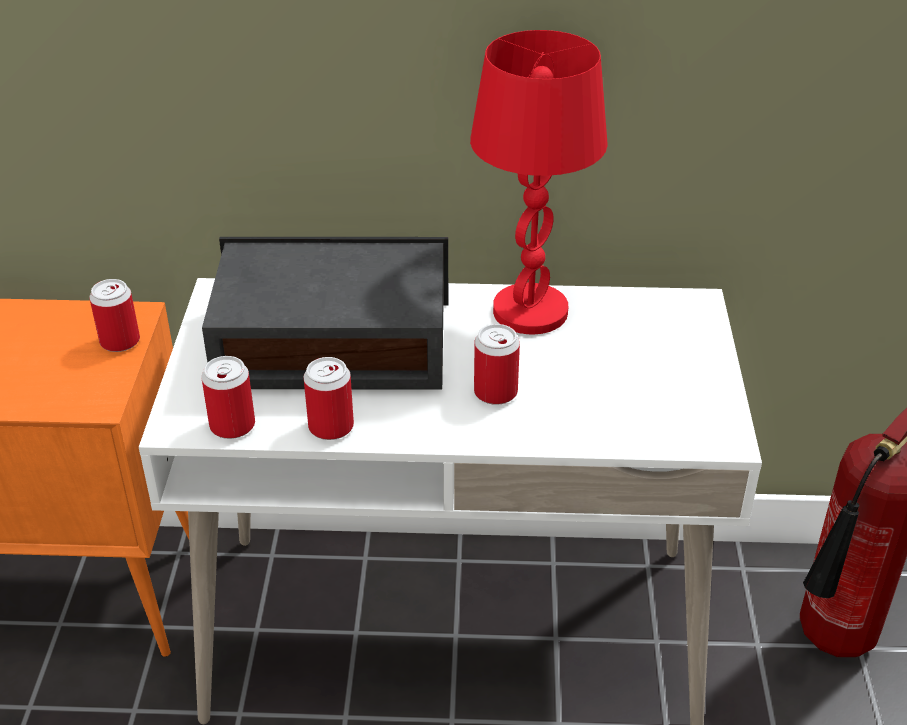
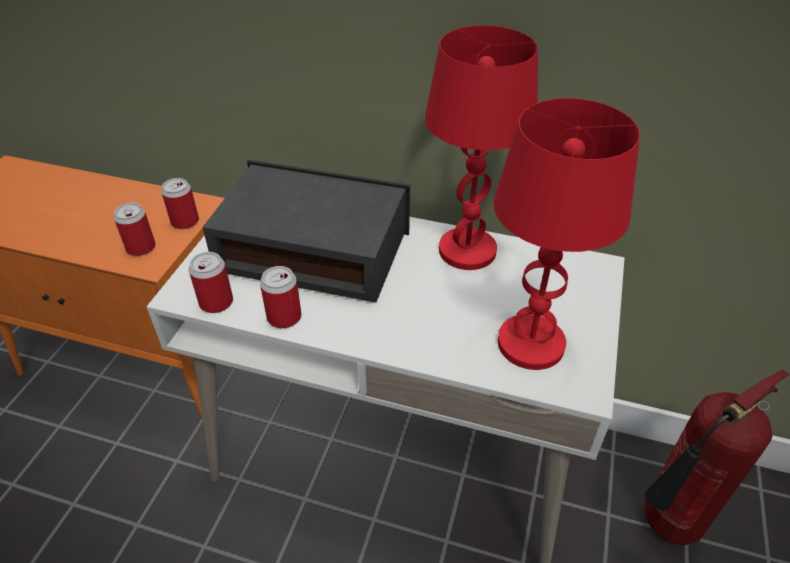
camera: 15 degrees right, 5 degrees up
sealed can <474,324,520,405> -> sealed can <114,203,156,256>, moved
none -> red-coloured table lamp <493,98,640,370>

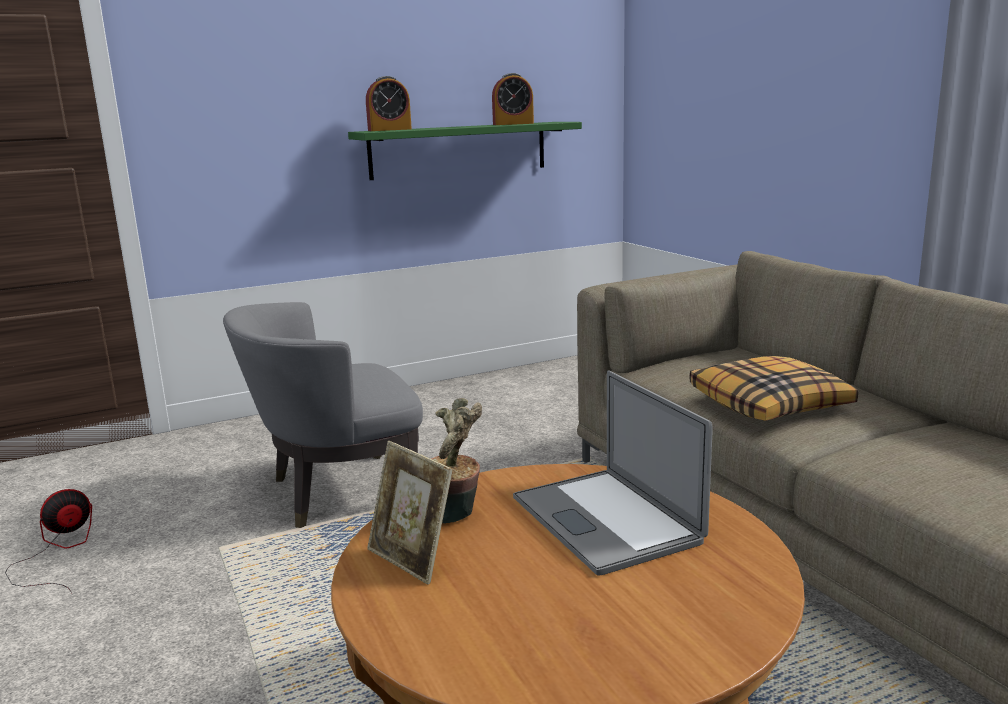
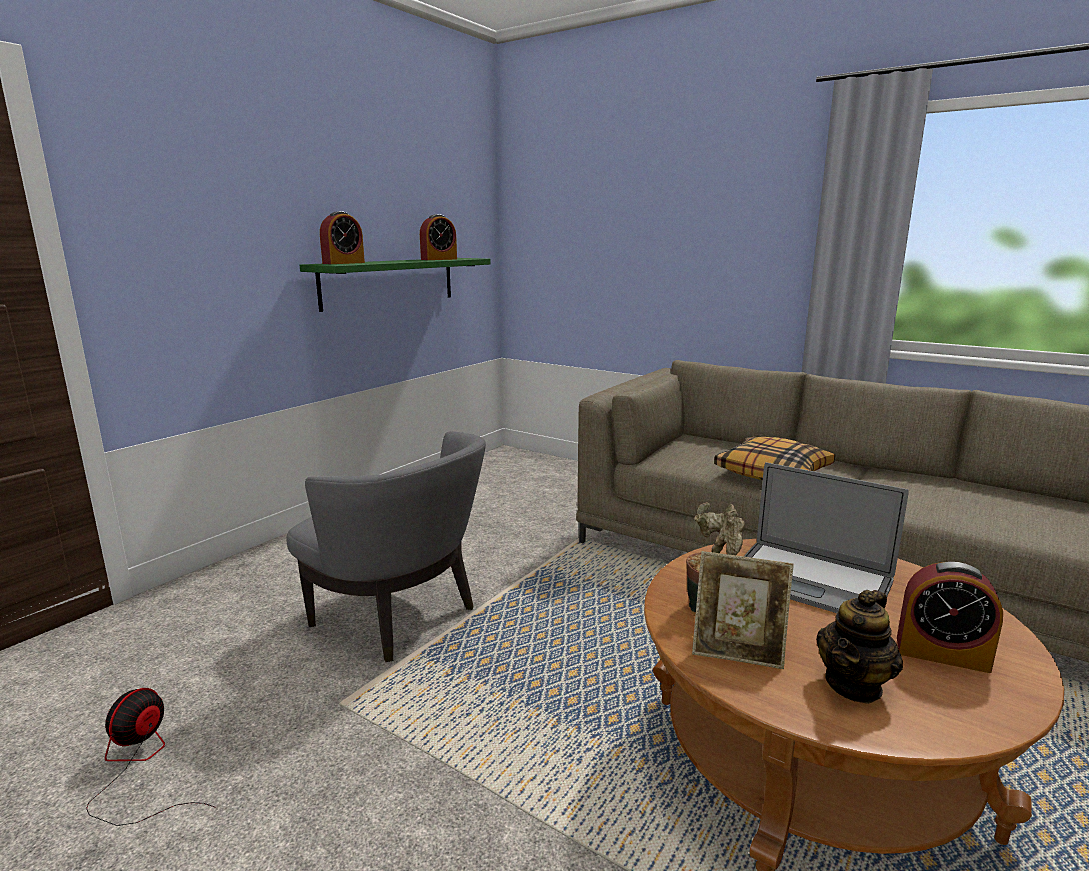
camera: 30 degrees left, 0 degrees up
gray armchair <223,302,423,528> -> gray armchair <286,431,486,662>, 90 degrees counterclockwise
none -> pot for tea <816,590,903,704>
none -> alarm clock <897,562,1003,673>

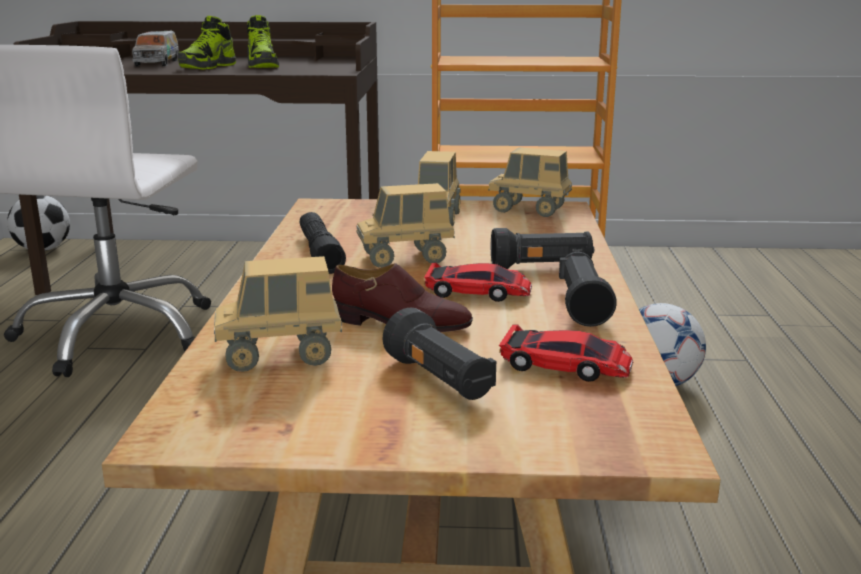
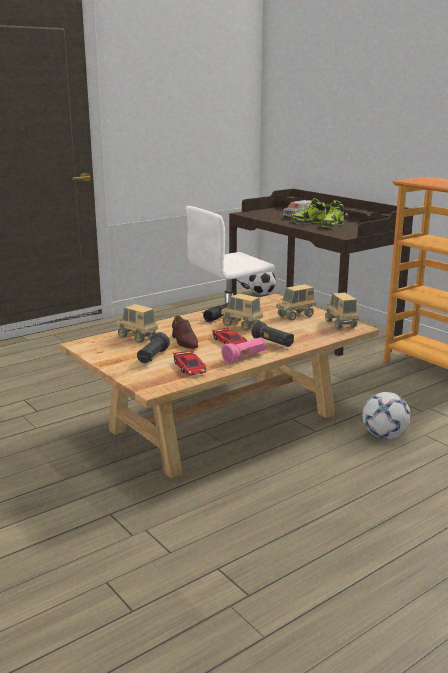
camera: 50 degrees right, 0 degrees up
black torch <559,252,617,327> -> pinkish torch <221,337,267,364>

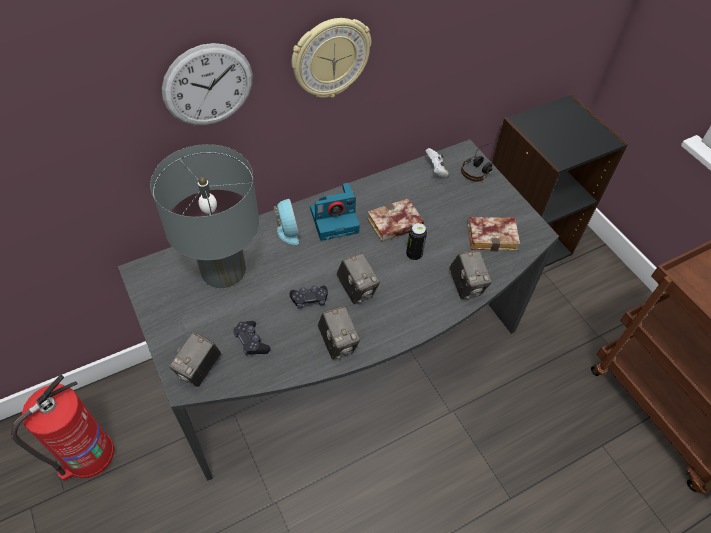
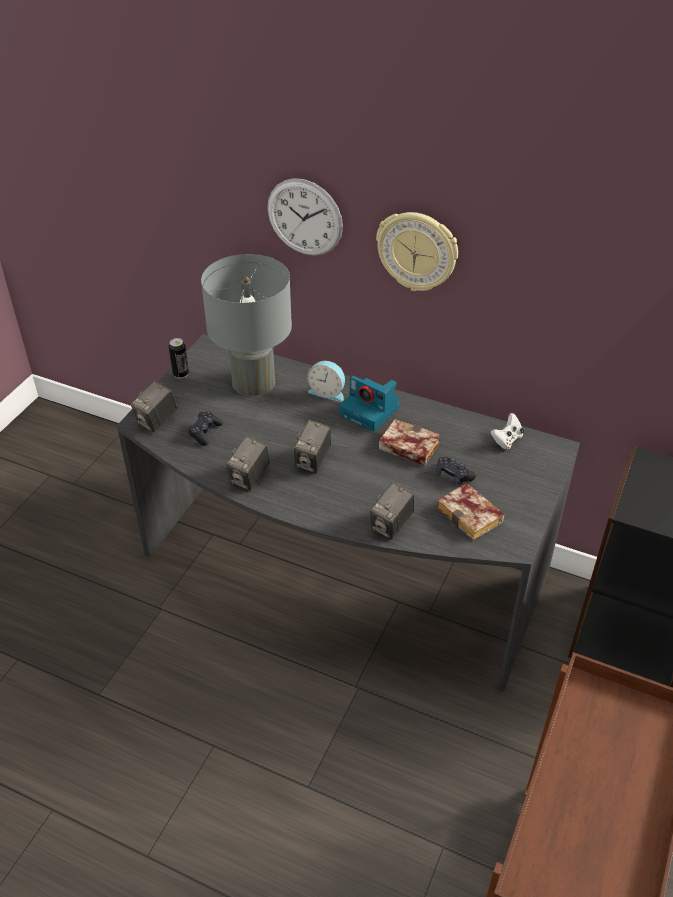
camera: 55 degrees right, 10 degrees down
fire extinguisher <11,374,114,481> -> none
still camera <169,332,221,387> -> still camera <131,381,177,432>, 45 degrees counterclockwise
alarm clock <274,199,299,245> -> alarm clock <307,361,345,402>, 75 degrees clockwise
black game controller <290,286,328,309> -> black game controller <436,457,476,484>, moved
sealed can <406,223,427,260> -> sealed can <169,338,189,379>, moved
headset <461,143,492,182> -> none

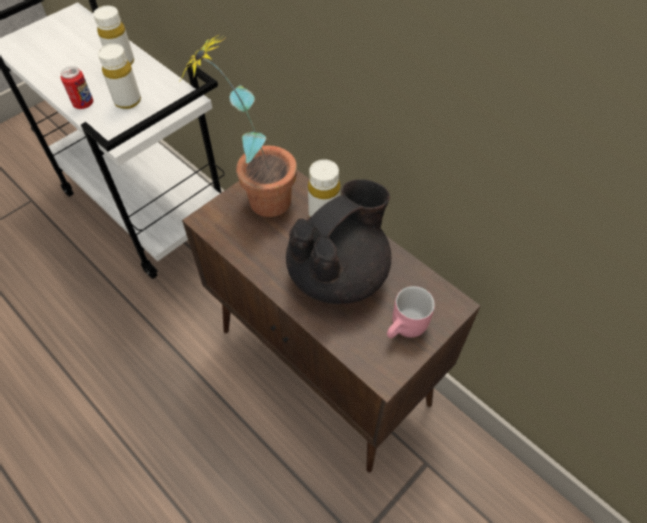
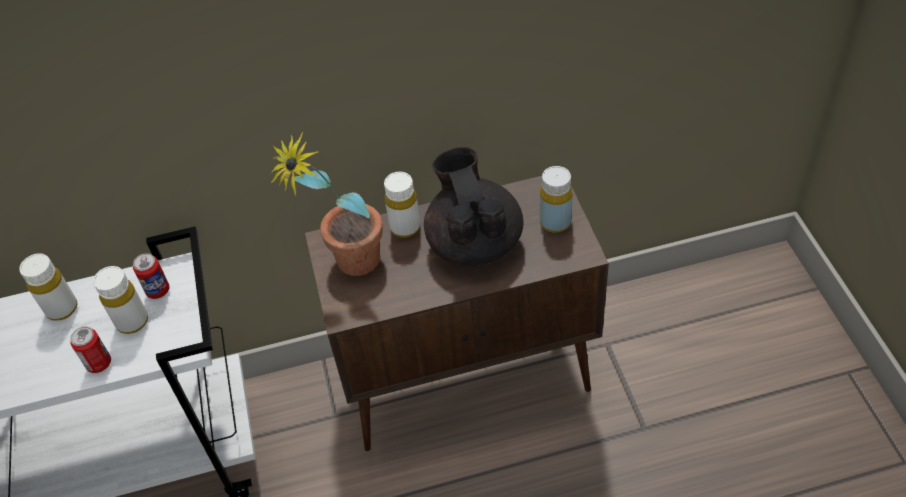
camera: 55 degrees left, 5 degrees down
pinkish tea mug <387,286,435,338> -> yellow-coloured drink bottle <540,166,573,233>
none -> sealed can <133,253,170,299>

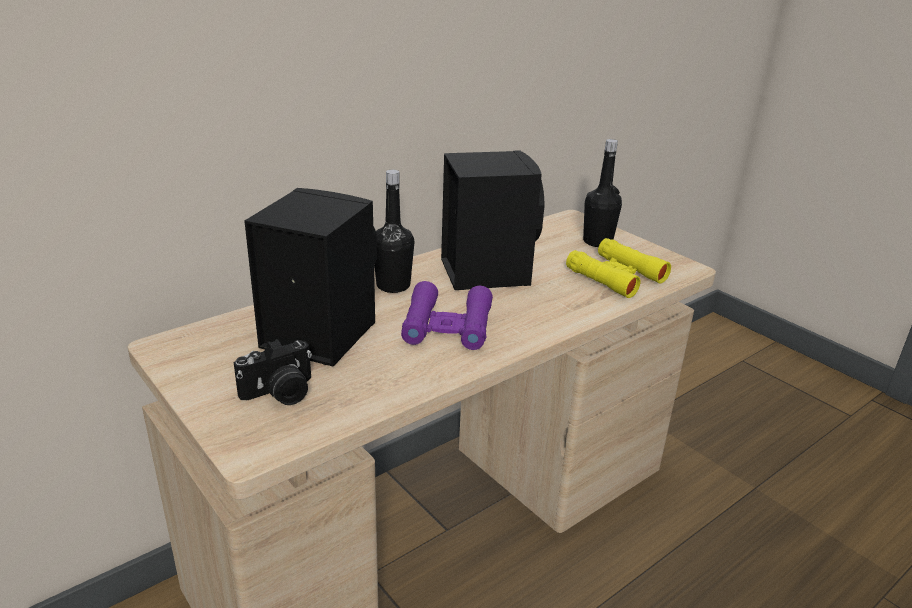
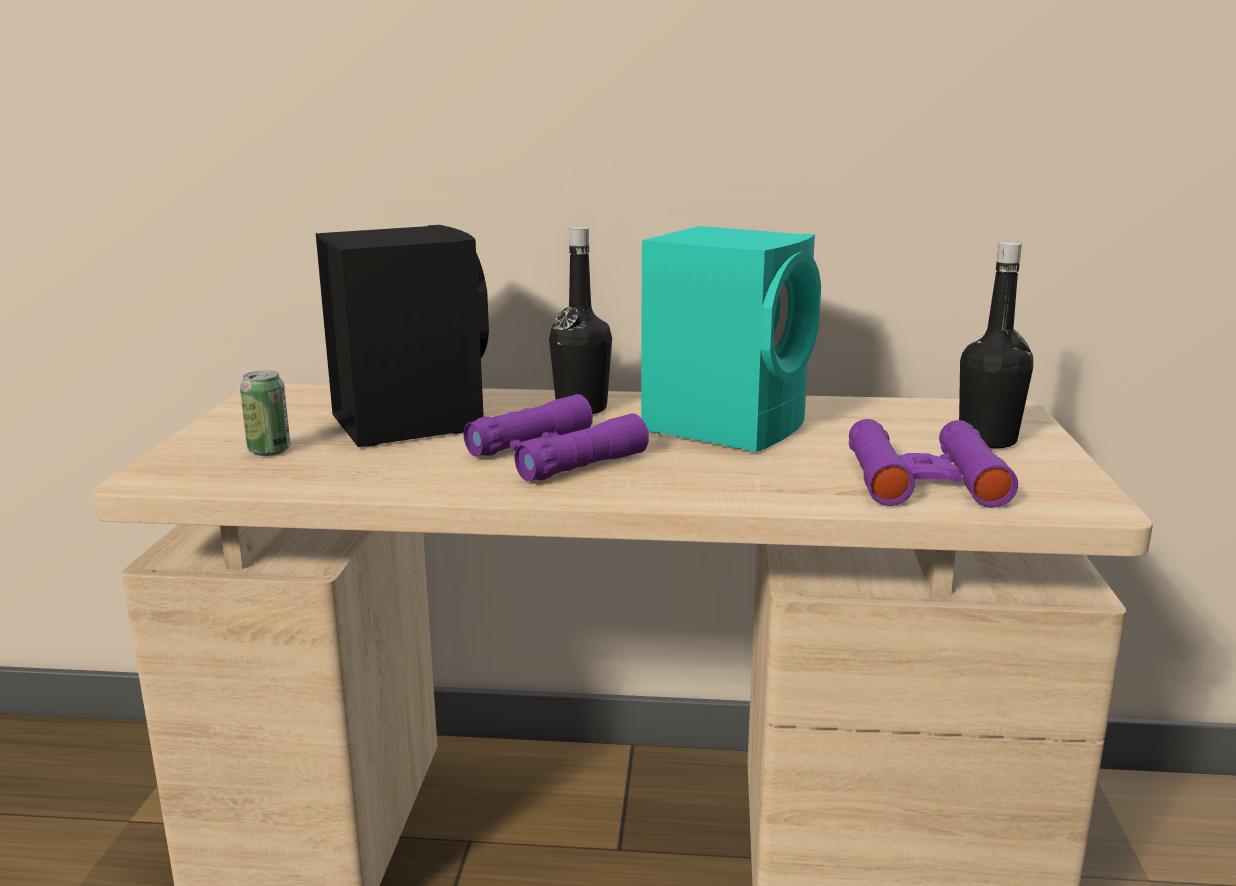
camera: 45 degrees right, 10 degrees down
still camera <234,339,312,405> -> sealed can <240,370,291,456>
black speaker <441,150,545,290> -> turquoise speaker <641,226,821,452>
yellow-coloured field glasses <566,238,671,298> -> purplish field glasses <849,419,1018,508>

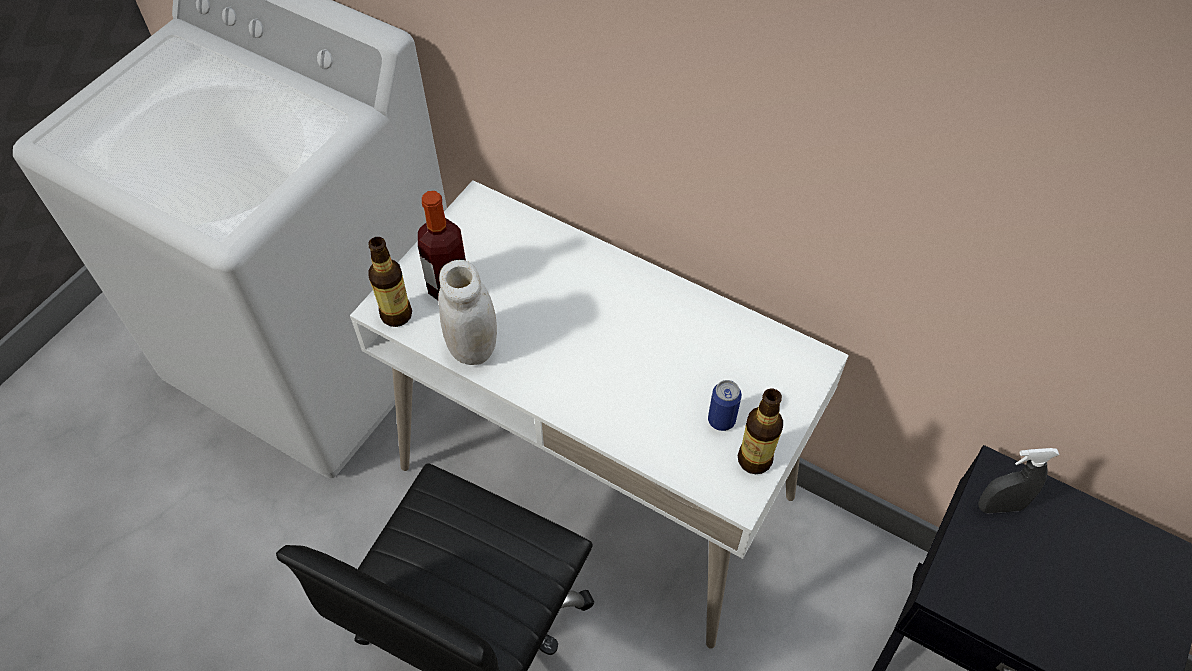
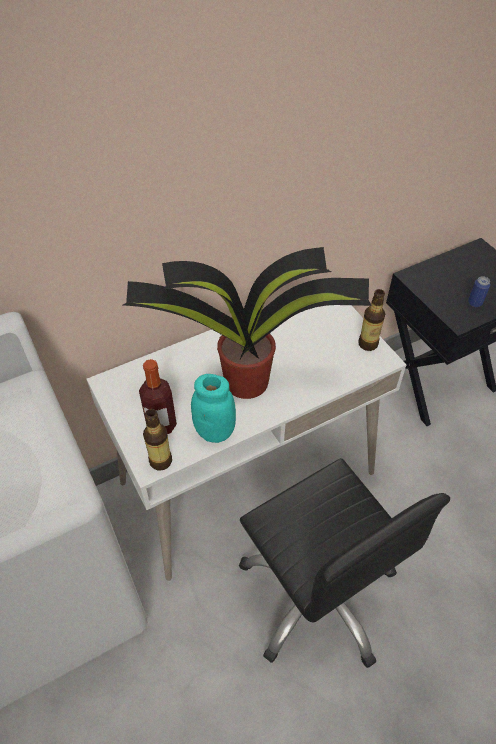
camera: 60 degrees left, 5 degrees down
white-coloured jar <438,260,497,365> -> turquoise jar <191,374,236,443>
sealed can <708,380,742,431> -> sealed can <468,276,490,307>, moved
gray sprayer <978,448,1059,513> -> none
none -> houseplant <123,247,372,399>

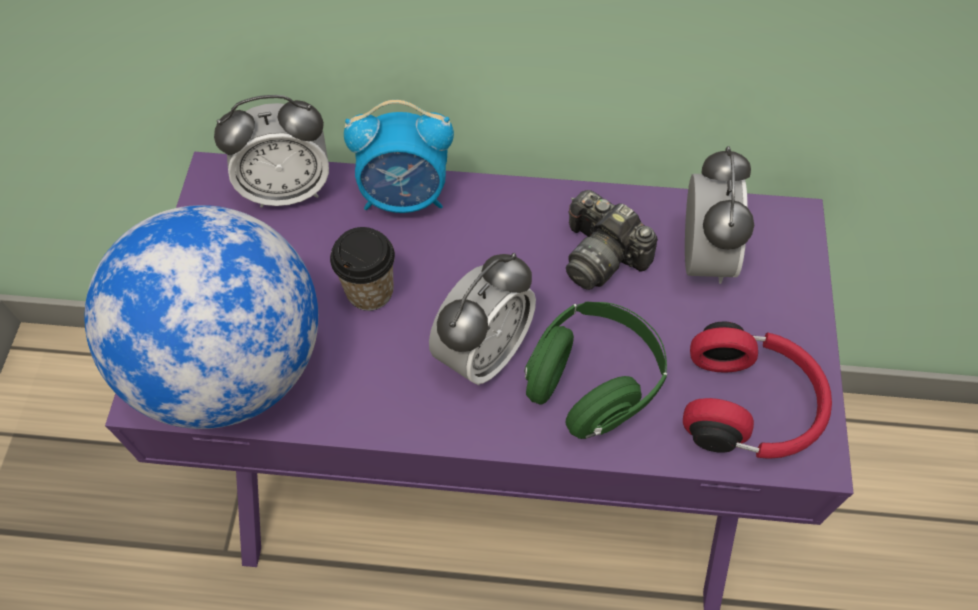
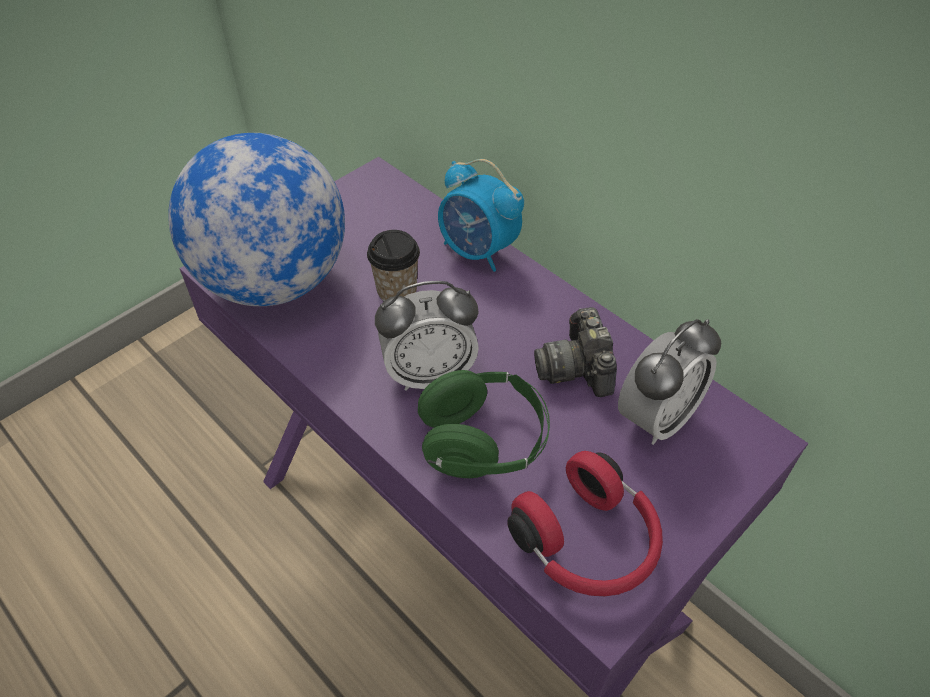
camera: 40 degrees right, 10 degrees down
alarm clock <214,95,329,208> -> none

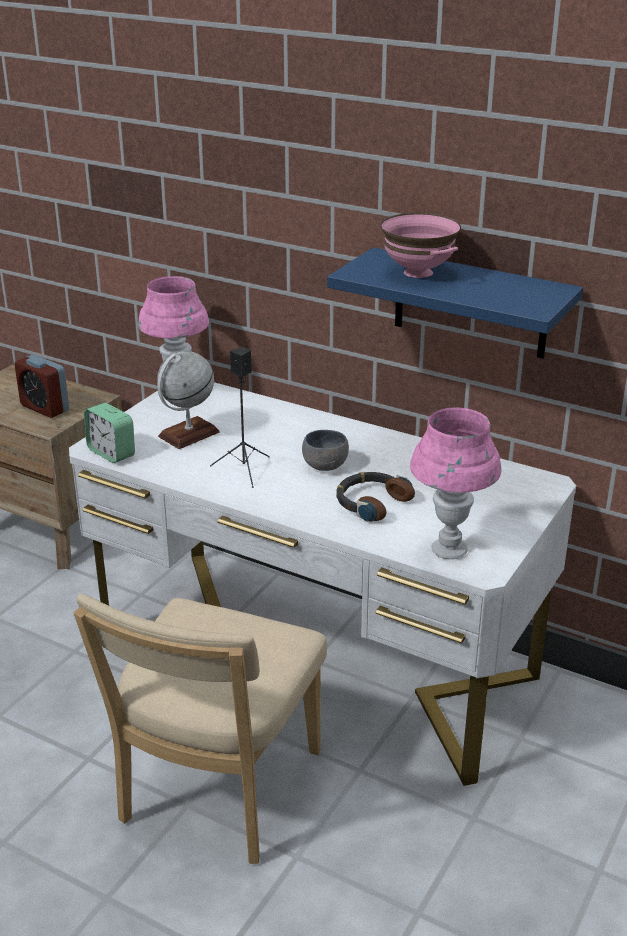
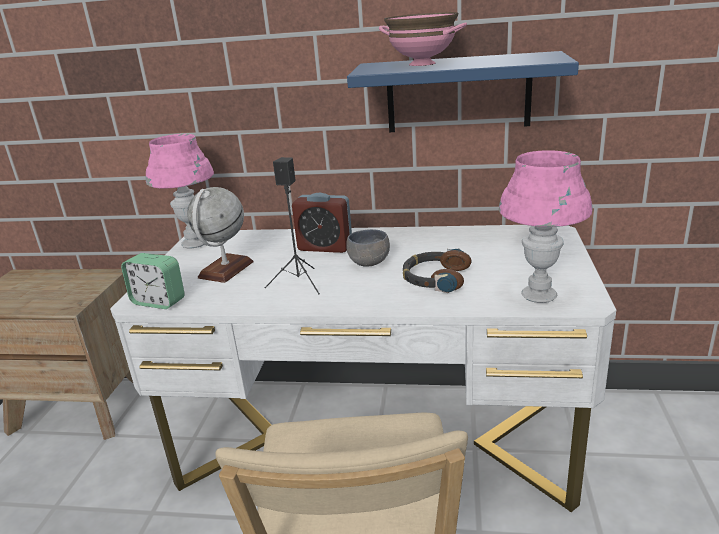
camera: 20 degrees left, 5 degrees down
alarm clock <14,355,69,418> -> alarm clock <292,193,352,253>, moved

